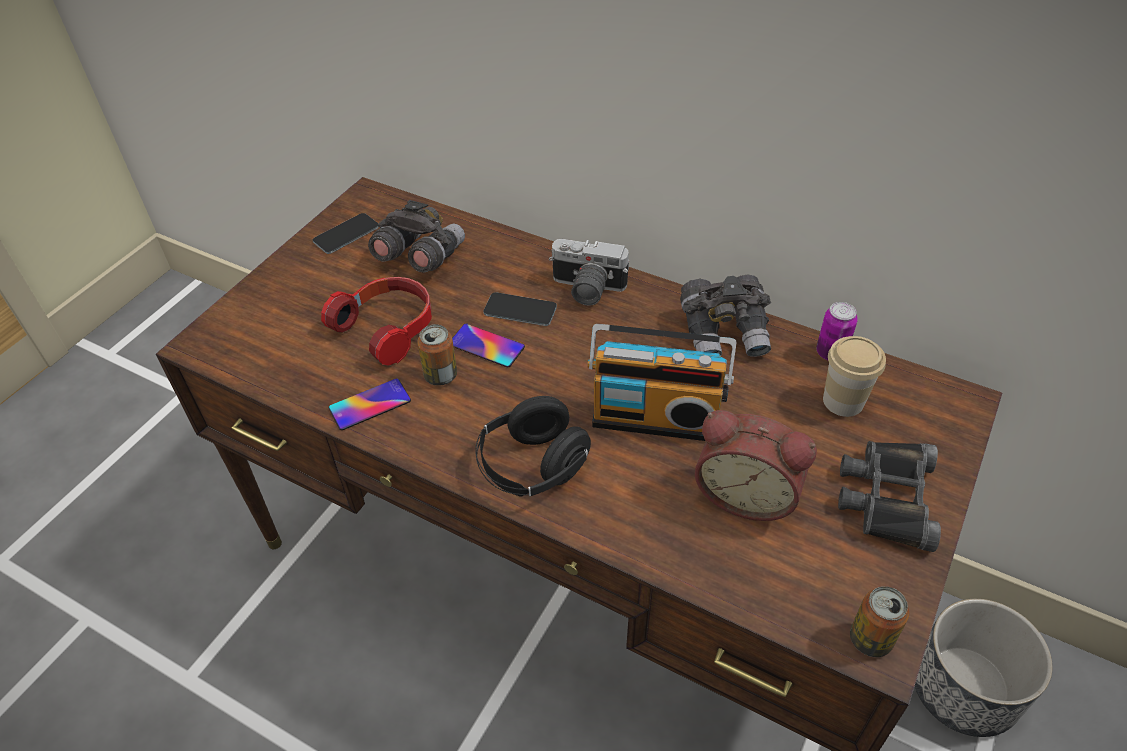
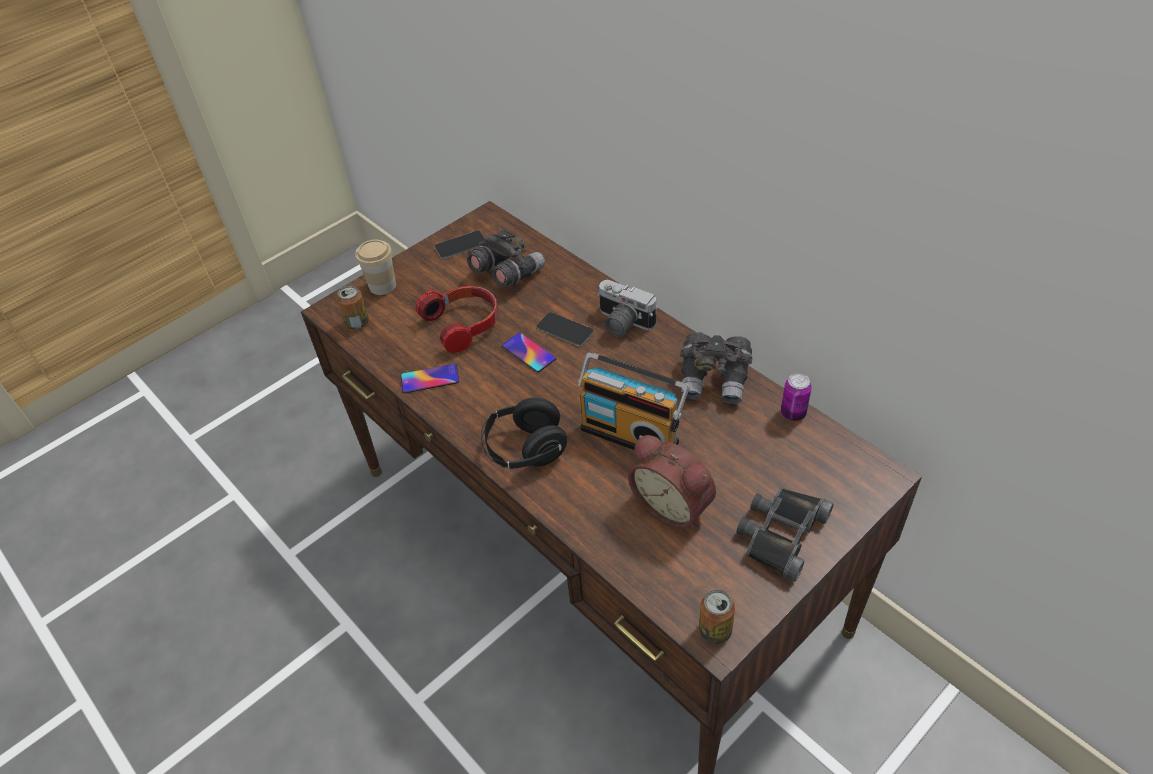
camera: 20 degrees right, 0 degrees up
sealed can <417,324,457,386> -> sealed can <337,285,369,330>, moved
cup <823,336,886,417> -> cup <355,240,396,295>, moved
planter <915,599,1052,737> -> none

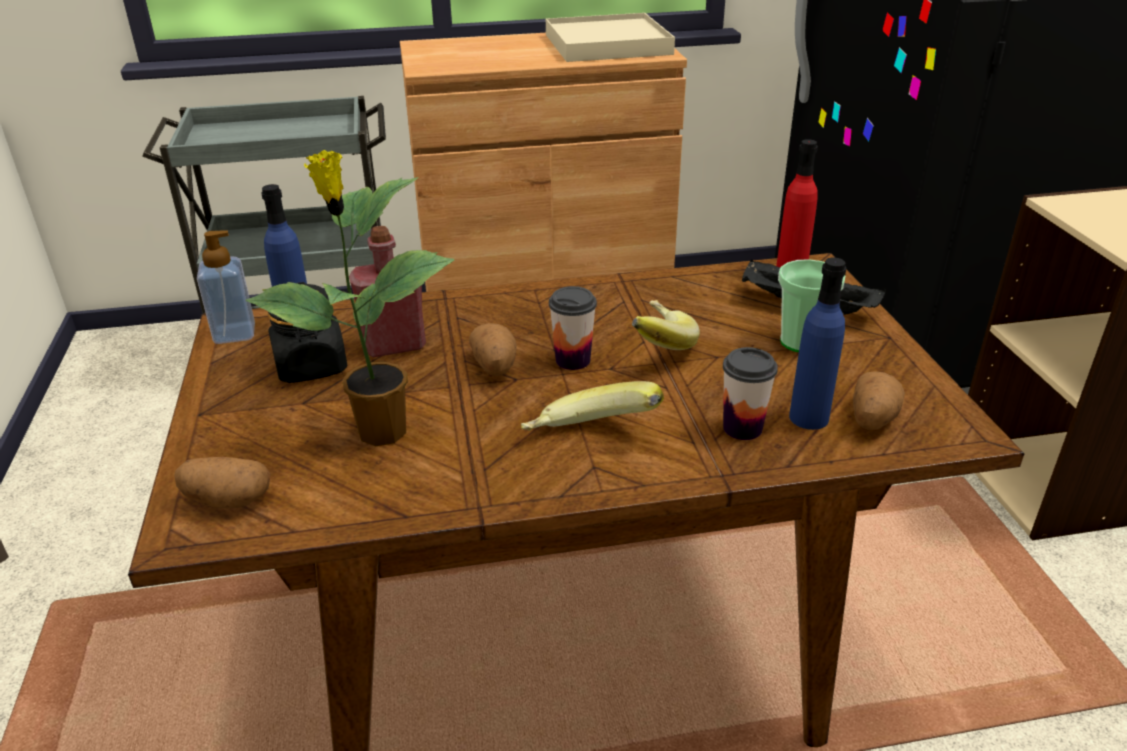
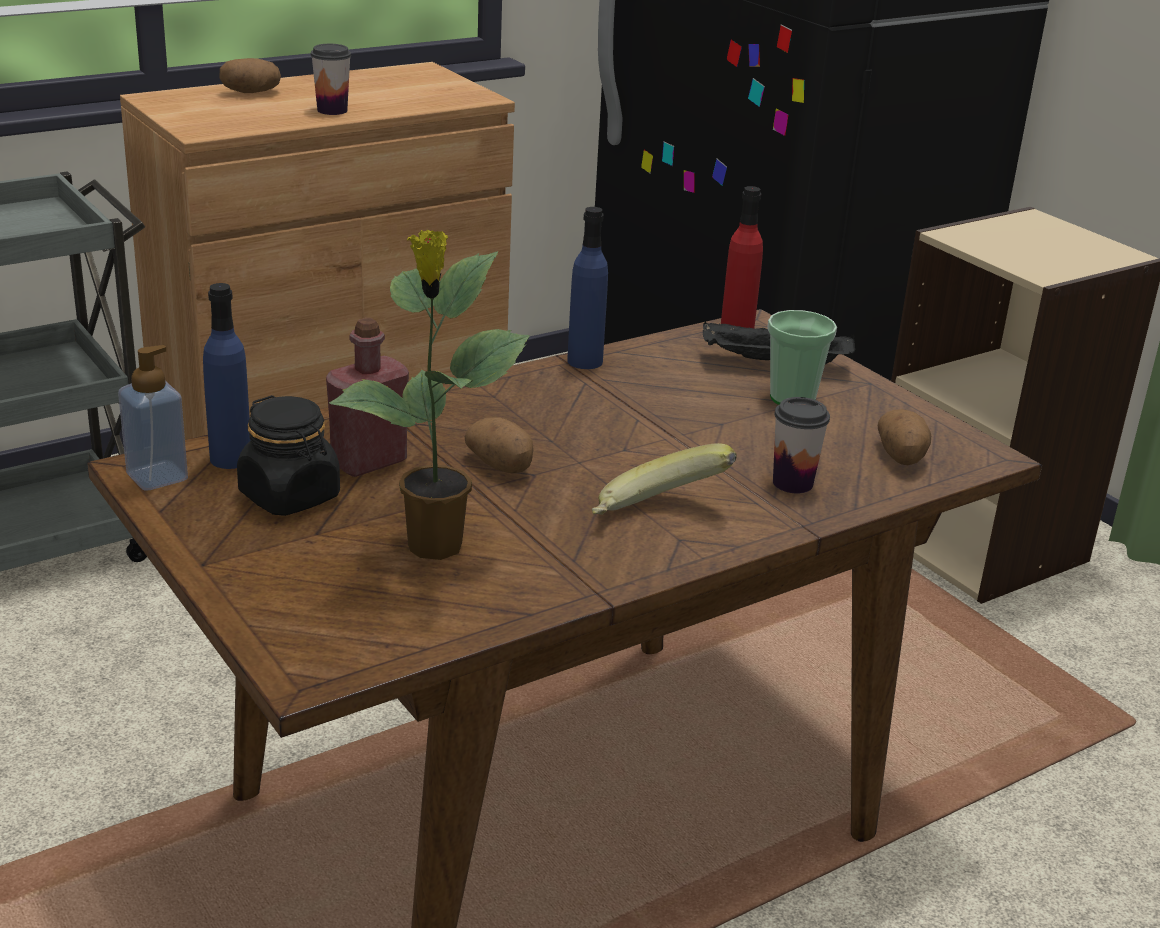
camera: 25 degrees left, 5 degrees down
potato <175,457,270,509> -> potato <219,58,281,93>, moved
beige-coloured serving tray <546,13,675,62> -> none
cup <549,286,597,370> -> cup <311,44,351,115>, moved
banana <632,300,700,350> -> none
blue-coloured drink bottle <789,258,846,430> -> blue-coloured drink bottle <567,207,608,369>, moved

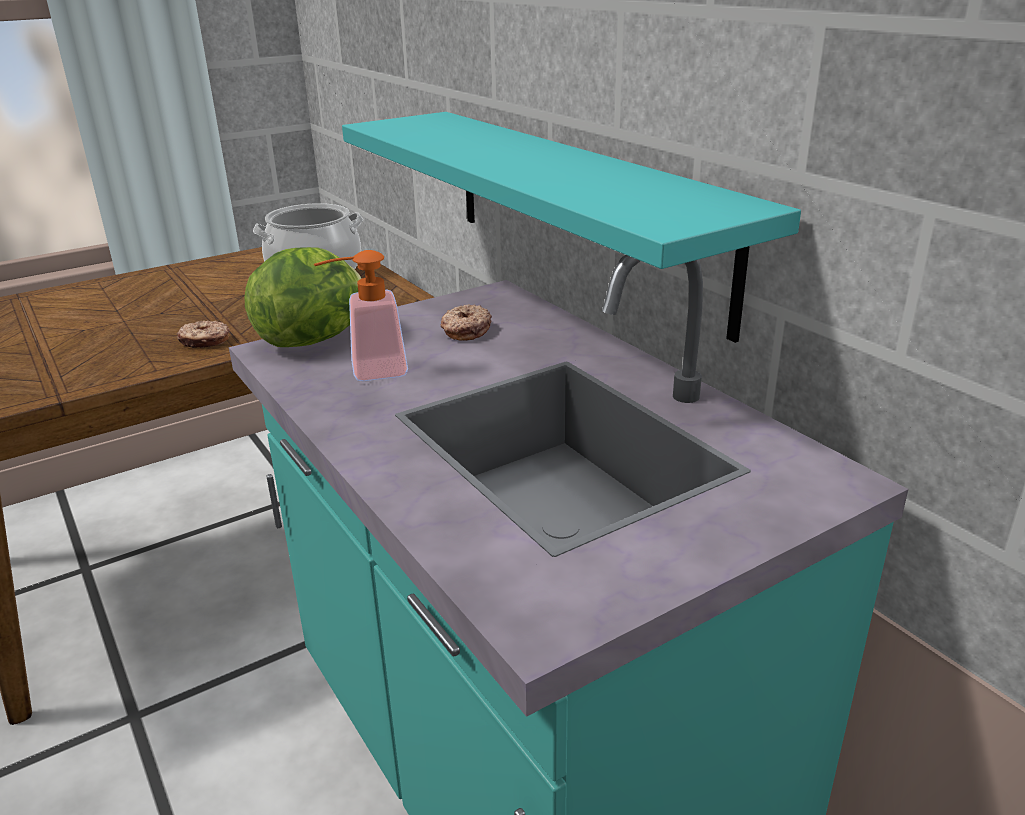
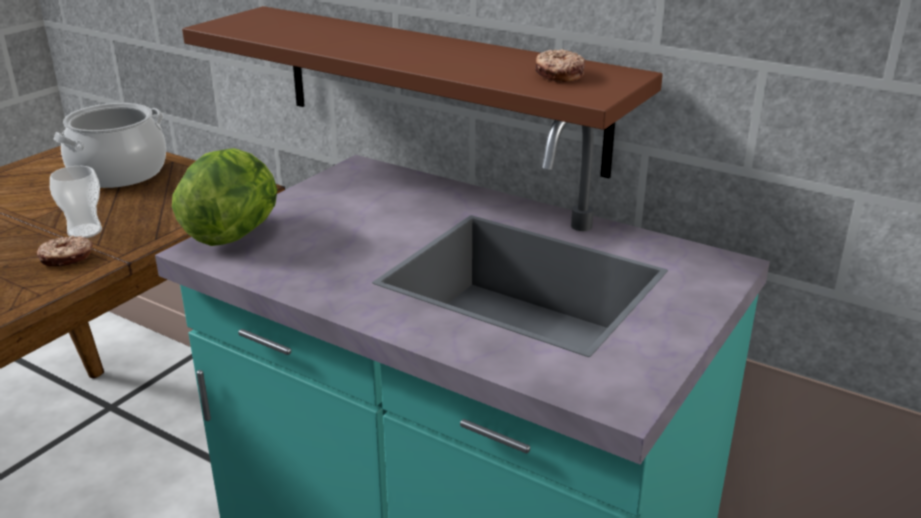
camera: 25 degrees left, 0 degrees up
soap dispenser <314,250,408,381> -> none
turquoise shelf <342,112,801,343> -> brownish shelf <182,6,663,178>
donut <441,304,492,341> -> donut <535,49,585,82>, moved
none -> cup <50,166,102,238>

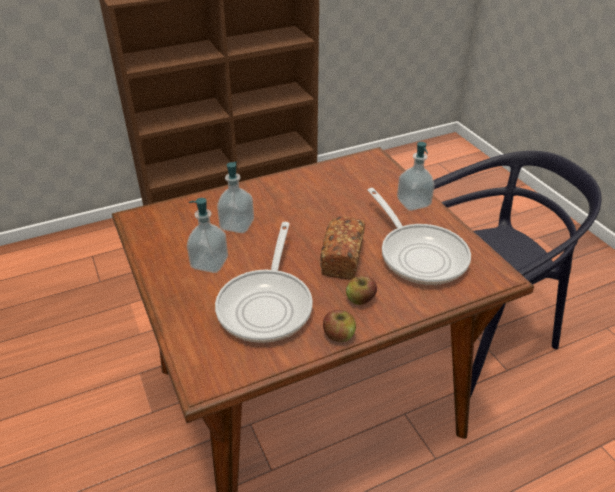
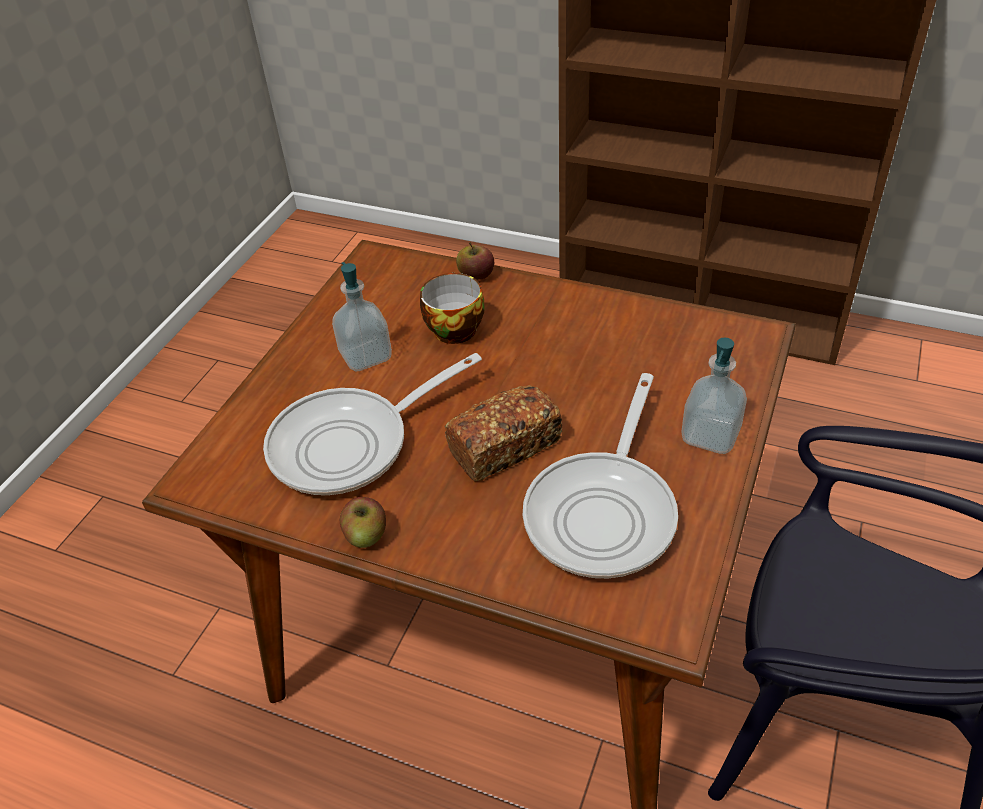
camera: 50 degrees right, 5 degrees up
soap dispenser <217,161,254,233> -> cup <420,272,484,344>
whole apple <346,276,377,305> -> whole apple <456,242,494,280>, moved

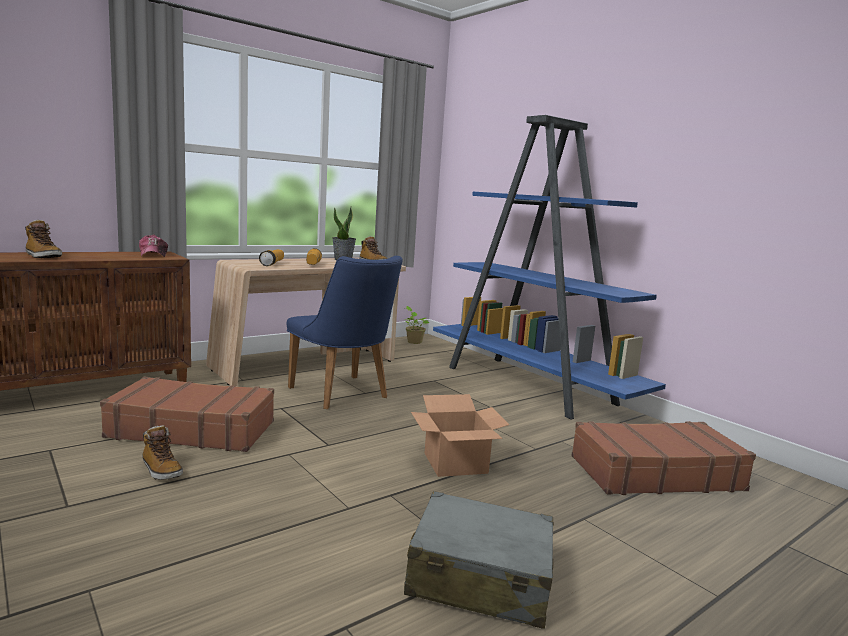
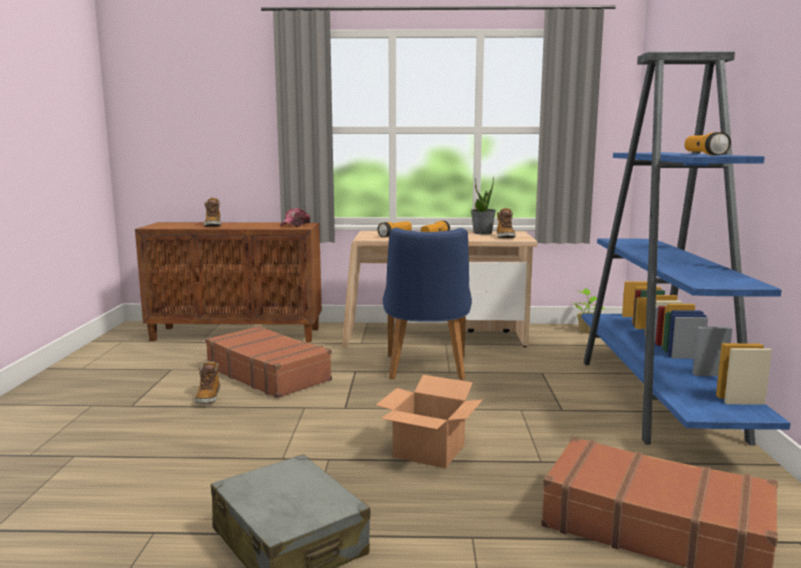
camera: 40 degrees right, 0 degrees up
none -> torch <685,132,731,155>

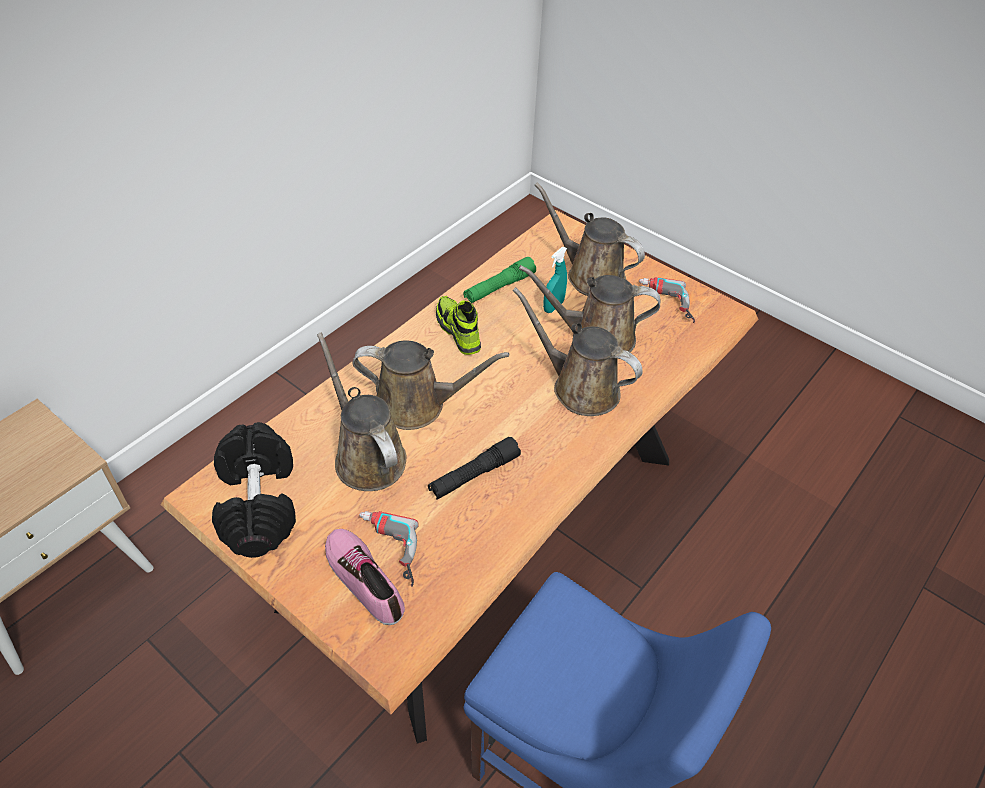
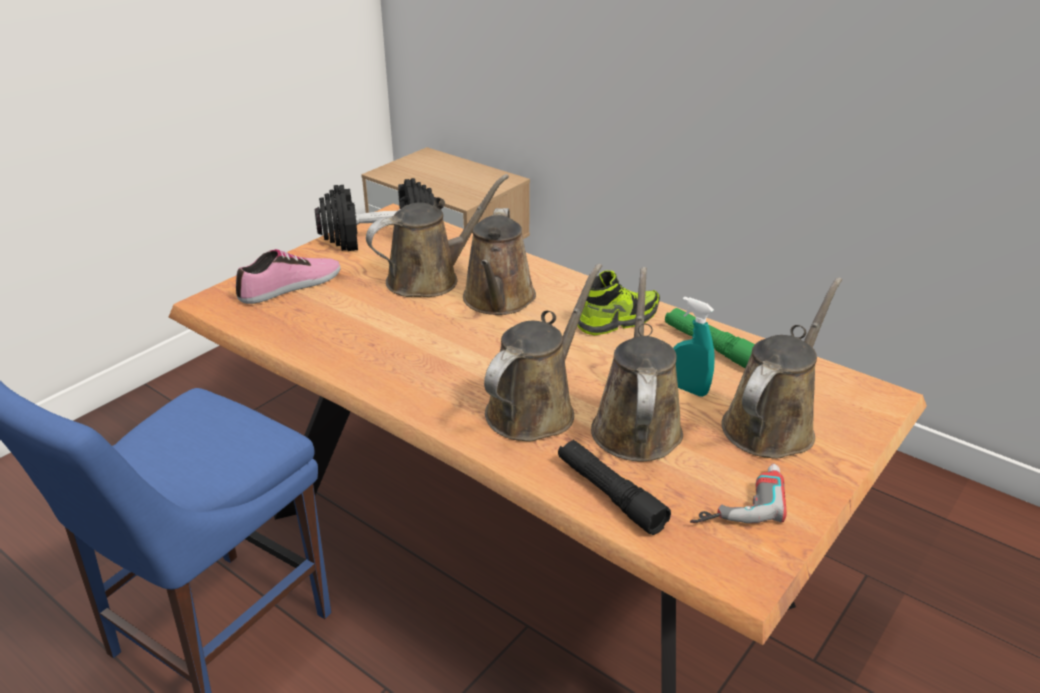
camera: 90 degrees right, 15 degrees down
power drill <359,511,419,586> -> none
black torch <428,437,521,500> -> black torch <558,440,671,535>, moved

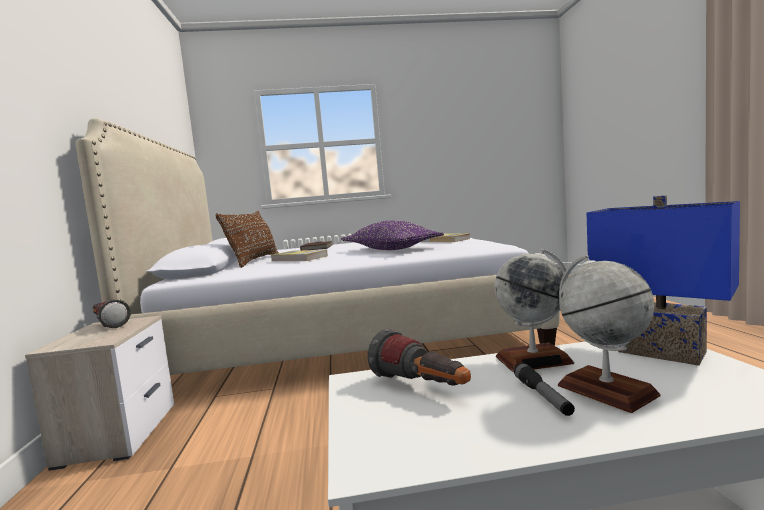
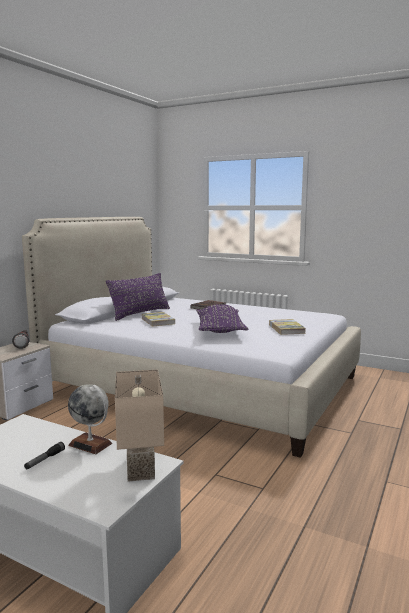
camera: 35 degrees right, 5 degrees up
brownish cushion <215,211,279,268> -> purplish cushion <106,273,170,321>
torch <368,329,471,386> -> none
world globe <558,255,661,413> -> none
blue-coloured table lamp <587,195,740,366> -> beige-coloured table lamp <115,370,164,482>

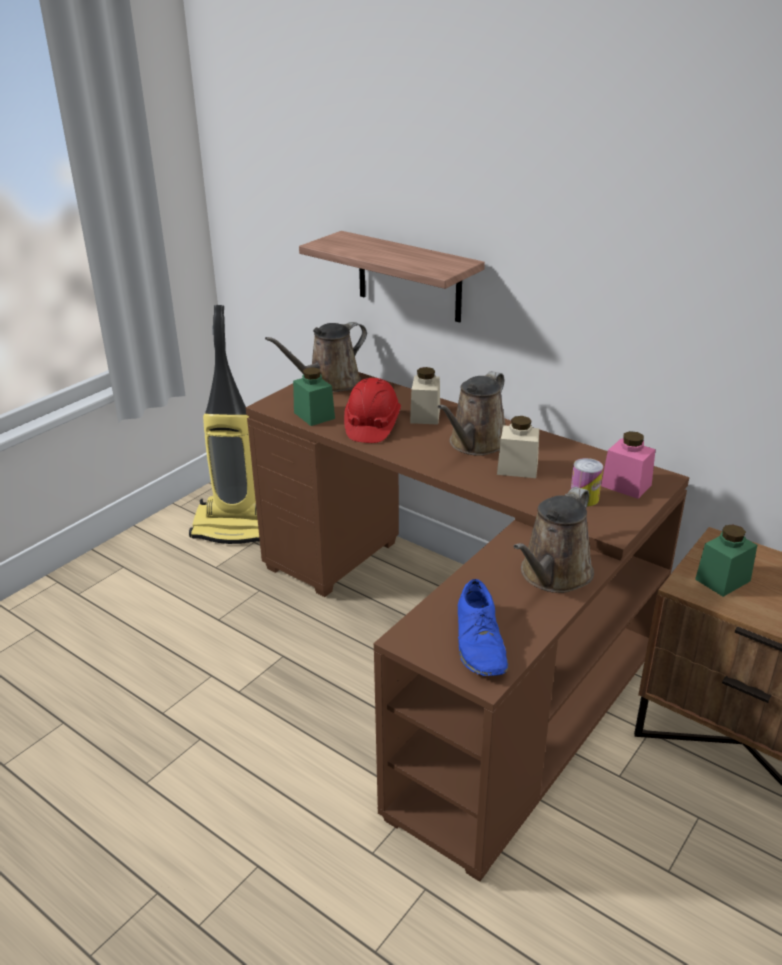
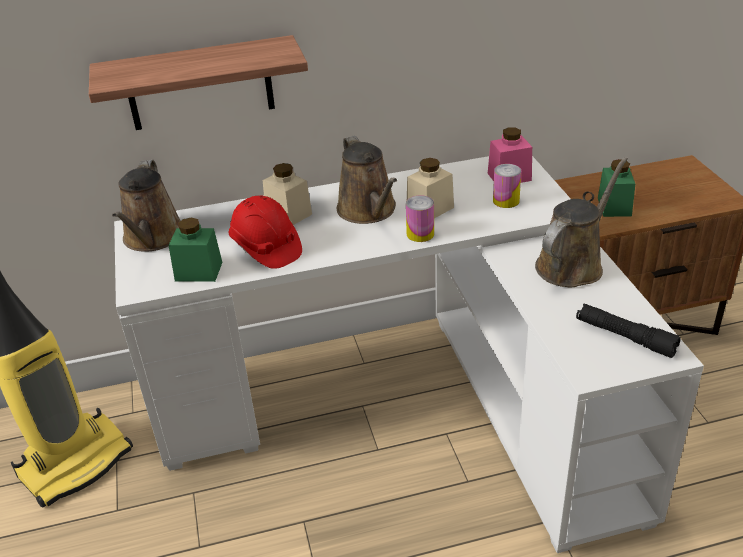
camera: 50 degrees left, 5 degrees up
brownish desk table <246,372,689,882> -> white-coloured desk table <114,156,704,553>
blue-coloured low shoe <458,579,508,676> -> black torch <576,304,681,358>
brownish watering pot <513,487,594,593> -> brownish watering pot <535,157,628,287>, 120 degrees counterclockwise
none -> sealed can <406,195,434,242>

